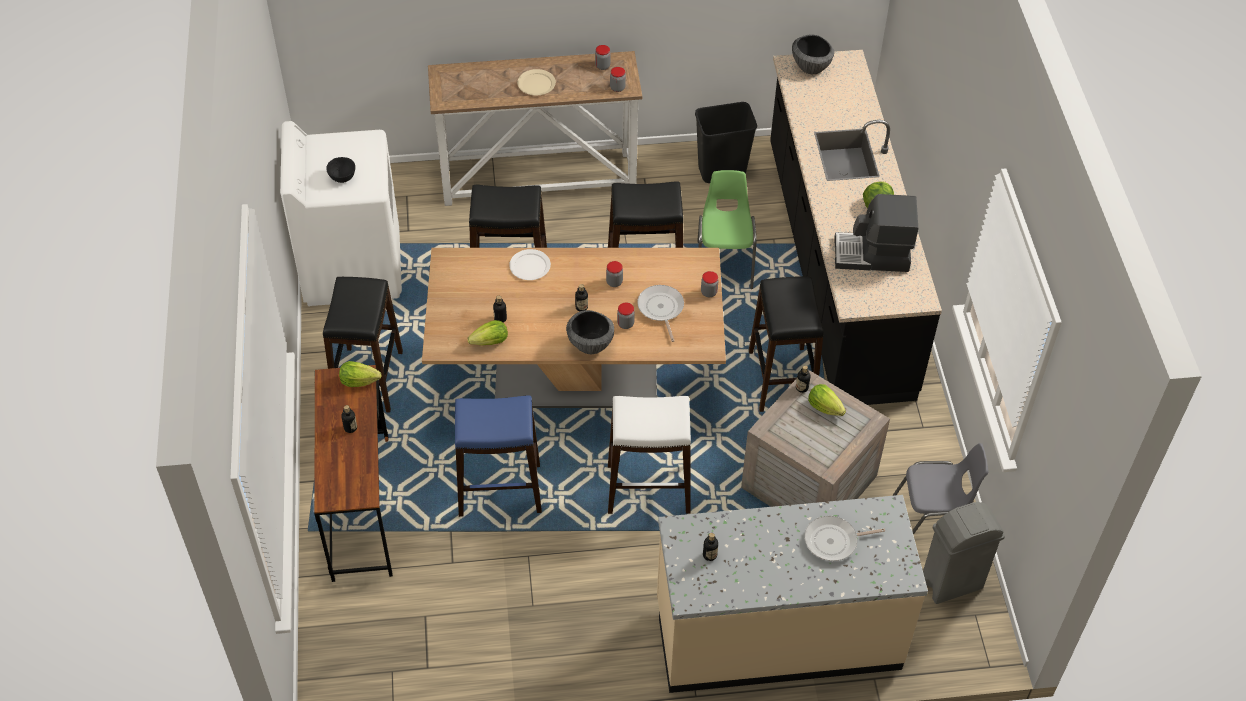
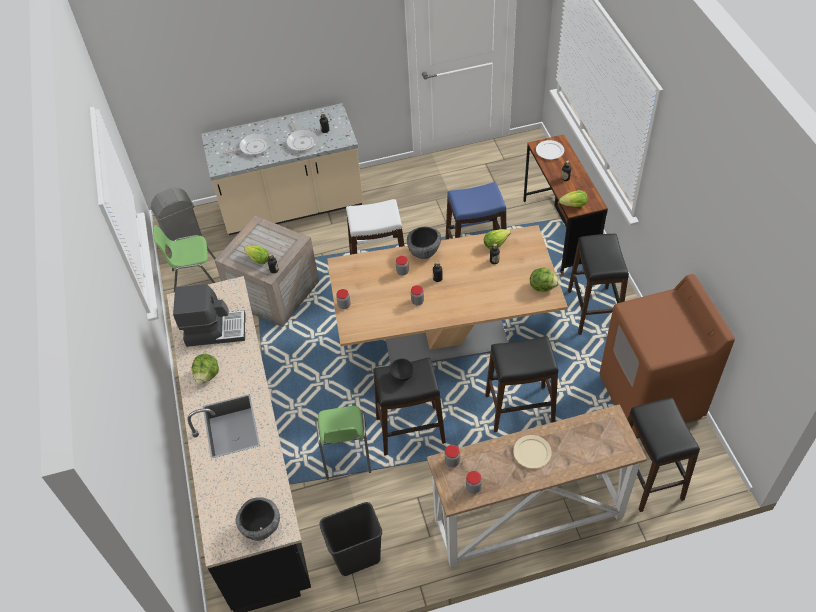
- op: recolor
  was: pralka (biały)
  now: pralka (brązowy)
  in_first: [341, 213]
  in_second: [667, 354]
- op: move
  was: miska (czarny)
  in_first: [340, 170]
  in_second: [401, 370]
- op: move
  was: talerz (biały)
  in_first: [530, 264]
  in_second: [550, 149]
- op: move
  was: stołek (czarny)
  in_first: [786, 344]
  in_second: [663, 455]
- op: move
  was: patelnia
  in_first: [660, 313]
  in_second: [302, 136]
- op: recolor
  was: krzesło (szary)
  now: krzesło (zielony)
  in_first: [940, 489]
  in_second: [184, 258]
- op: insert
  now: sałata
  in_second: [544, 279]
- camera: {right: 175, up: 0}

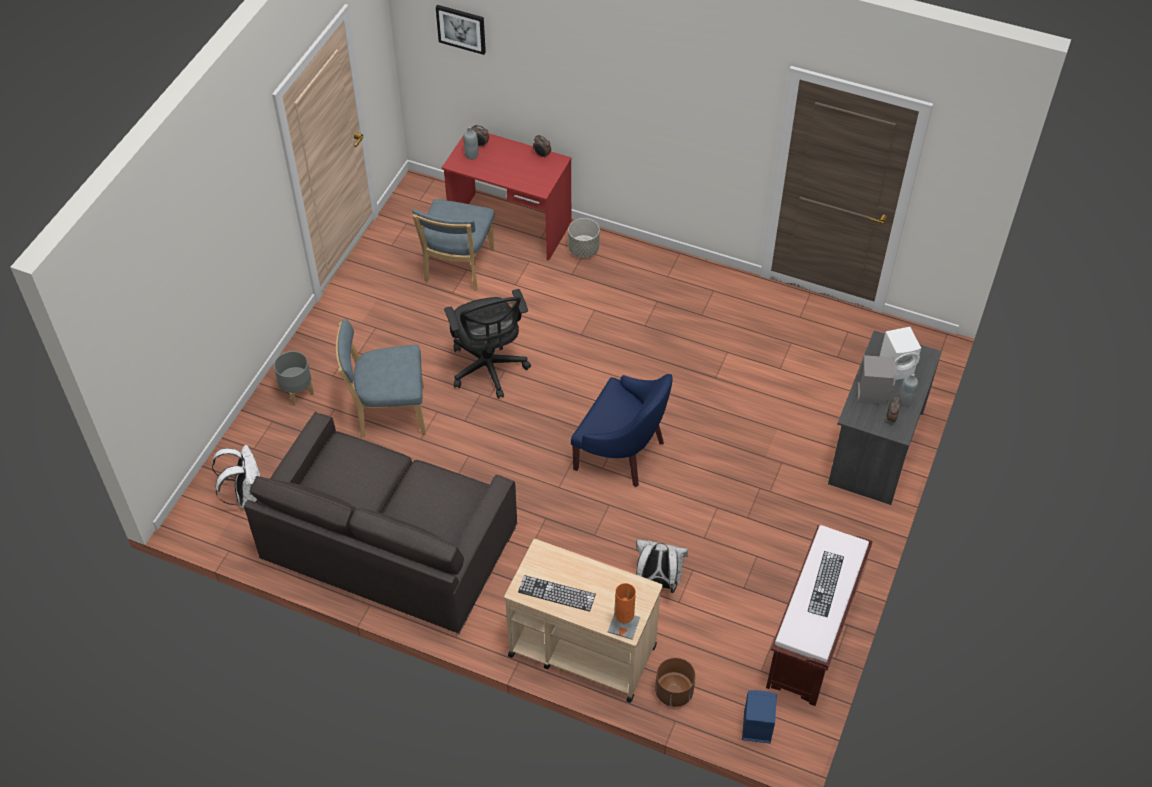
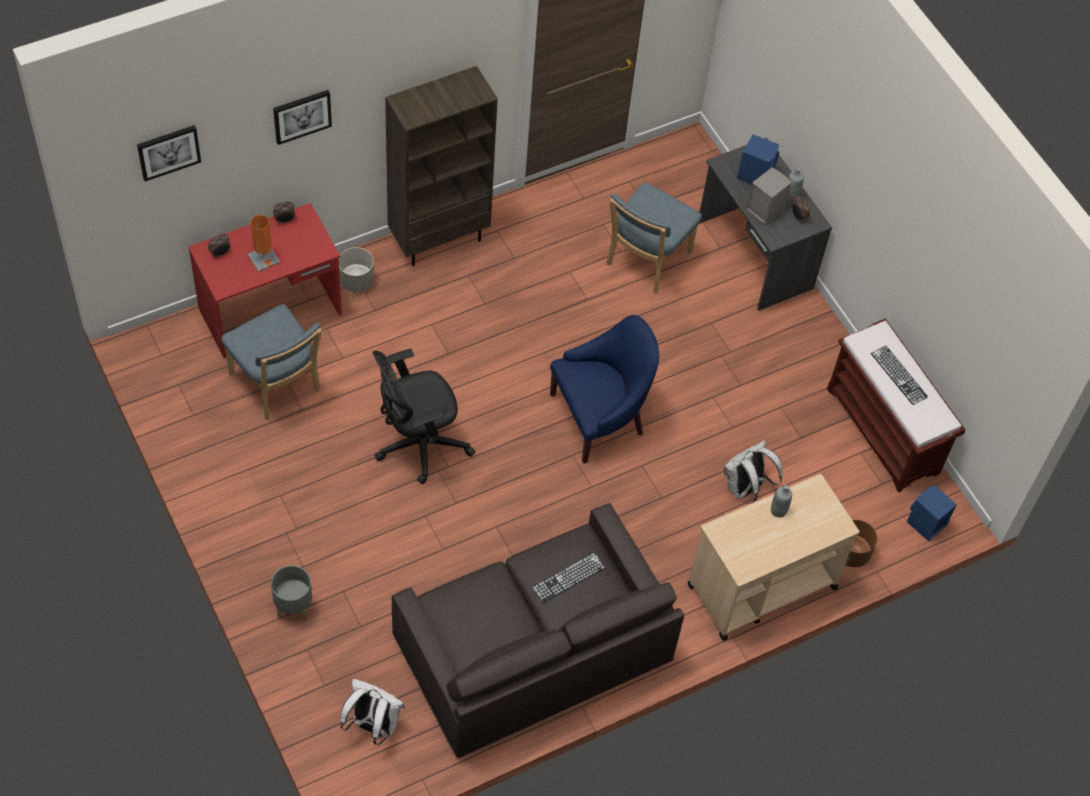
- op: move
  was: butelka (szary)
  in_first: [471, 143]
  in_second: [781, 501]
- op: rotate
  was: krzesło biurowe (czarny)
  in_first: [487, 344]
  in_second: [424, 416]
  clockwise: 135
- op: move
  was: krzesło (niebieski)
  in_first: [381, 378]
  in_second: [654, 237]
- op: recolor
  was: głośnik (biały)
  now: głośnik (niebieski)
  in_first: [900, 353]
  in_second: [758, 159]
- op: move
  was: klawiatura
  in_first: [557, 593]
  in_second: [569, 577]
- op: move
  was: lampa stołowa (pomarańczowy)
  in_first: [624, 611]
  in_second: [264, 243]
- op: insert
  now: regał (brązowy)
  in_second: [441, 166]
- op: insert
  now: obraz
  in_second: [302, 117]
- camera: {right: -55, up: 5}

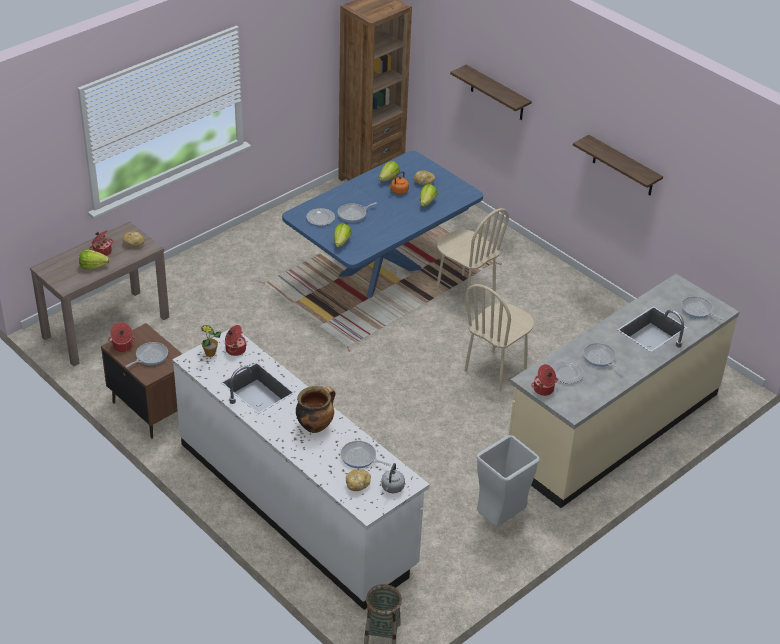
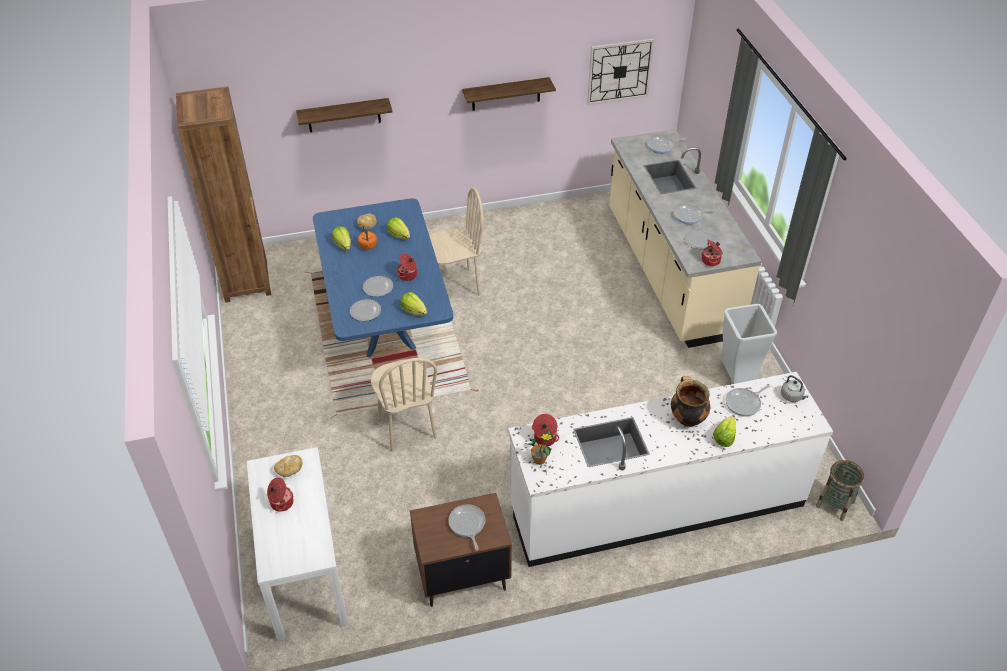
- op: replace
  was: patelnia
  now: talerz
  in_first: [357, 212]
  in_second: [378, 286]
- op: recolor
  was: stolik konsolowy (brązowy)
  now: stolik konsolowy (biały)
  in_first: [99, 294]
  in_second: [298, 544]
- op: move
  was: sałata
  in_first: [94, 259]
  in_second: [724, 431]
- op: move
  was: krzesło (beżowy)
  in_first: [499, 338]
  in_second: [404, 404]
- op: move
  was: garnek
  in_first: [122, 337]
  in_second: [407, 267]
- op: delete
  was: chleb
  in_first: [358, 480]
- op: insert
  now: zegar ścienny
  in_second: [620, 71]
- camera: {right: -60, up: 5}

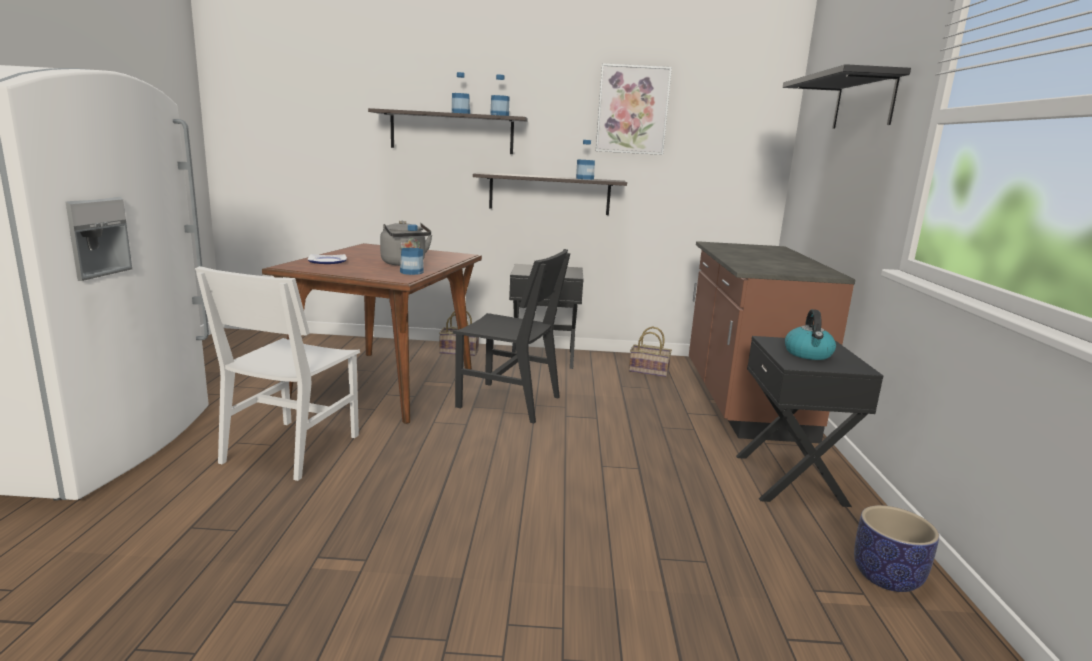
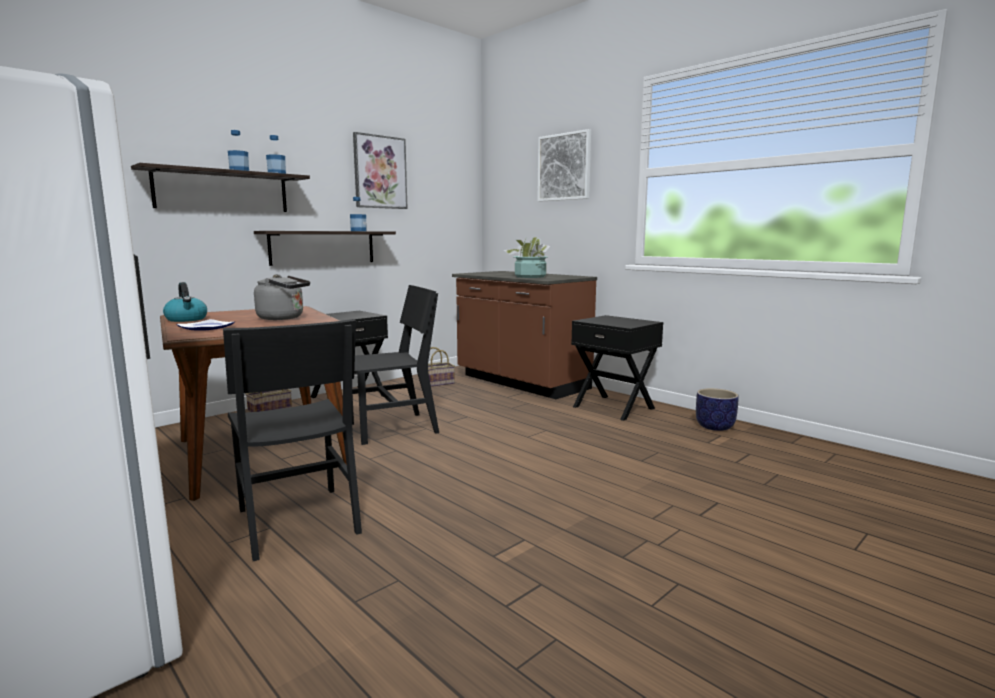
- op: replace
  was: półka (czarny)
  now: obraz
  in_first: [847, 96]
  in_second: [564, 165]
- op: delete
  was: butelka
  in_first: [411, 249]
- op: recolor
  was: krzesło (biały)
  now: krzesło (czarny)
  in_first: [277, 373]
  in_second: [292, 440]
- op: move
  was: czajnik
  in_first: [810, 334]
  in_second: [185, 302]
- op: insert
  now: roślina doniczkowa
  in_second: [527, 257]
- camera: {right: -45, up: -5}

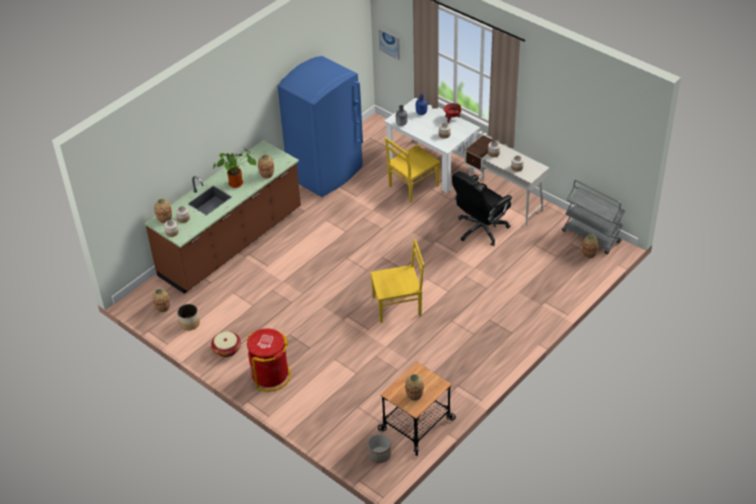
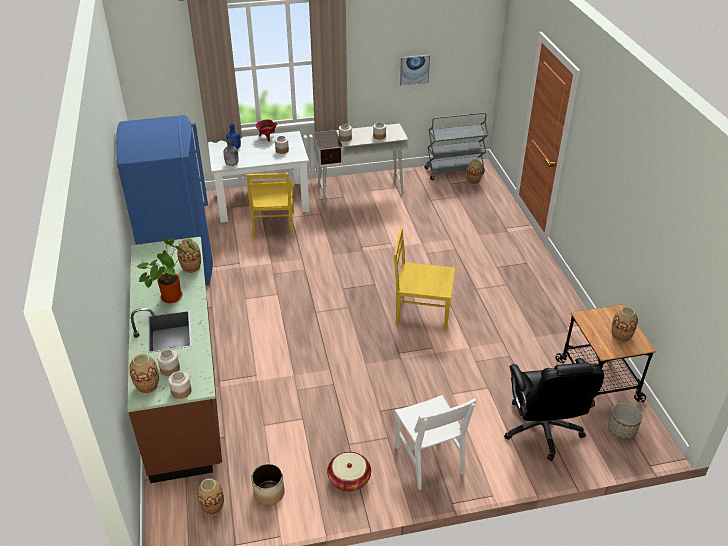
- op: move
  was: obraz
  in_first: [389, 44]
  in_second: [415, 70]
- op: move
  was: krzesło biurowe (czarny)
  in_first: [482, 208]
  in_second: [554, 409]
- op: rotate
  was: krzesło (żółty)
  in_first: [397, 281]
  in_second: [424, 278]
  clockwise: -105
- op: replace
  was: kosz na śmieci (czerwony)
  now: krzesło (biały)
  in_first: [269, 359]
  in_second: [435, 442]
- camera: {right: -55, up: -5}

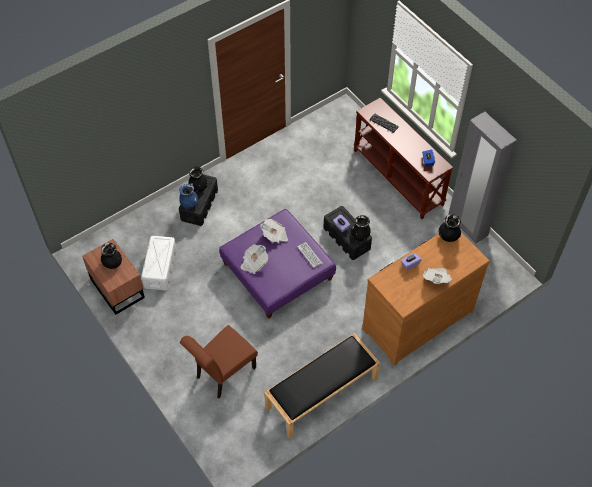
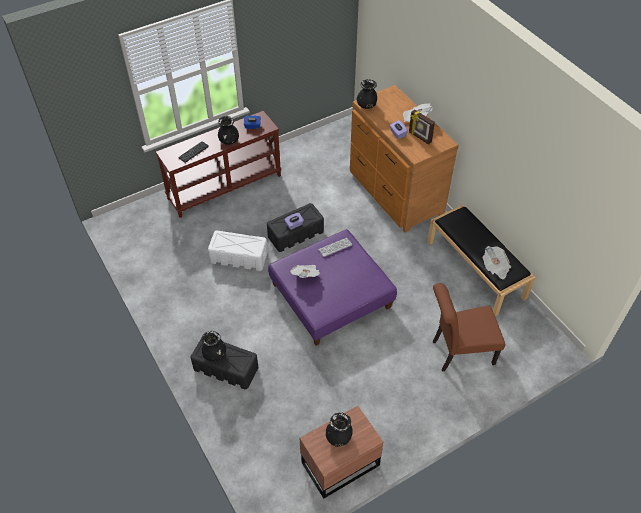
- op: delete
  was: szafa (szary)
  in_first: [483, 177]
- op: delete
  was: wazon (niebieski)
  in_first: [189, 196]
- op: move
  was: wazon (czarny)
  in_first: [360, 228]
  in_second: [228, 130]
- op: move
  was: pojemnik do przechowywania (biały)
  in_first: [159, 263]
  in_second: [238, 251]
- op: move
  was: gazeta
  in_first: [254, 259]
  in_second: [497, 262]
- op: rotate
  was: krzesło (brązowy)
  in_first: [219, 362]
  in_second: [469, 327]
  clockwise: 120
- op: insert
  now: ramka na zdjęcie
  in_second: [422, 127]
- camera: {right: -85, up: -5}

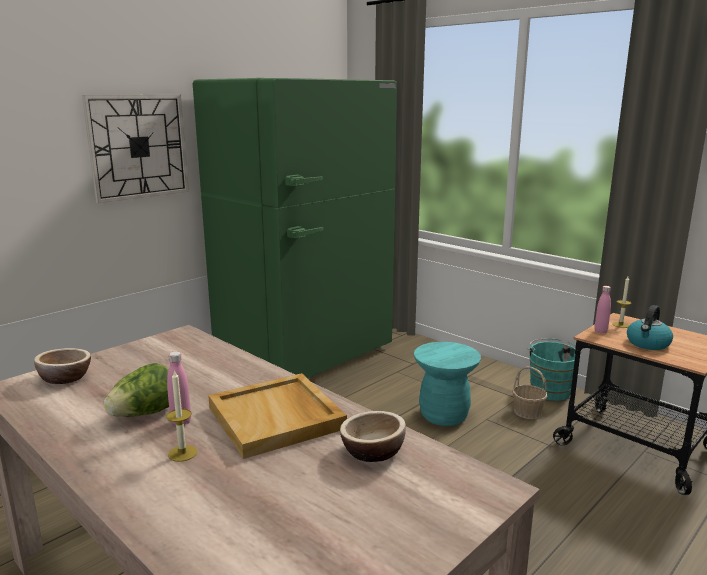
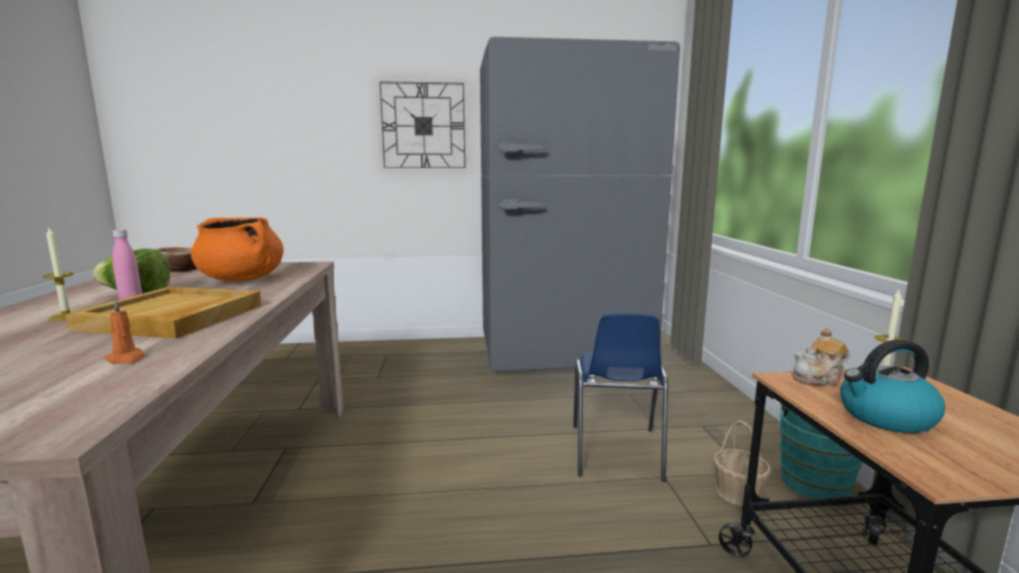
- op: recolor
  was: lodówka (zielony)
  now: lodówka (szary)
  in_first: [295, 228]
  in_second: [580, 204]
- op: replace
  was: butelka (różowy)
  now: imbryk
  in_first: [602, 310]
  in_second: [821, 357]
- op: replace
  was: stołek (turkusowy)
  now: krzesło (niebieski)
  in_first: [447, 384]
  in_second: [620, 397]
- op: replace
  was: miska
  now: świeca (pomarańczowy)
  in_first: [373, 436]
  in_second: [124, 331]
- op: insert
  now: garnek (pomarańczowy)
  in_second: [237, 249]
- camera: {right: 40, up: -5}

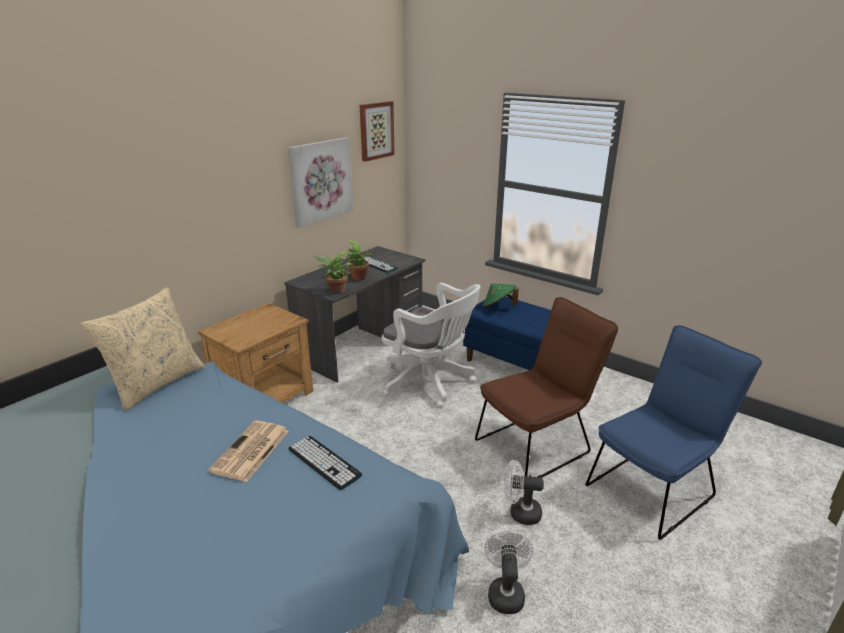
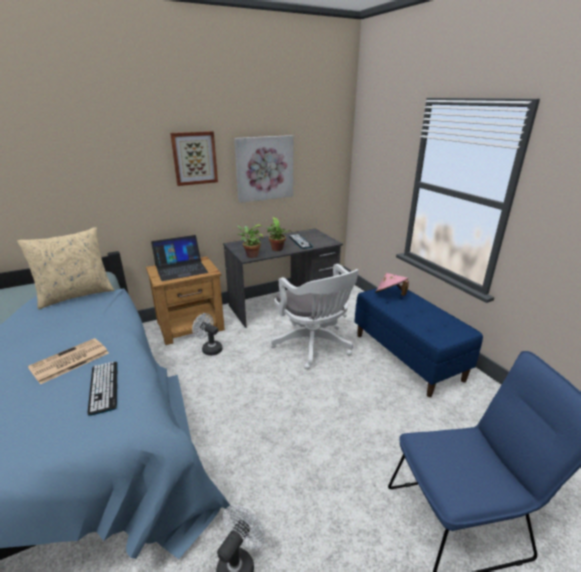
- op: move
  was: obraz
  in_first: [377, 131]
  in_second: [194, 158]
- op: recolor
  was: kapelusz (zielony)
  now: kapelusz (różowy)
  in_first: [501, 296]
  in_second: [392, 284]
- op: delete
  was: krzesło (brązowy)
  in_first: [546, 387]
- op: move
  was: wentylator (biały)
  in_first: [523, 492]
  in_second: [207, 334]
- op: insert
  now: laptop
  in_second: [179, 258]
- camera: {right: 25, up: 0}

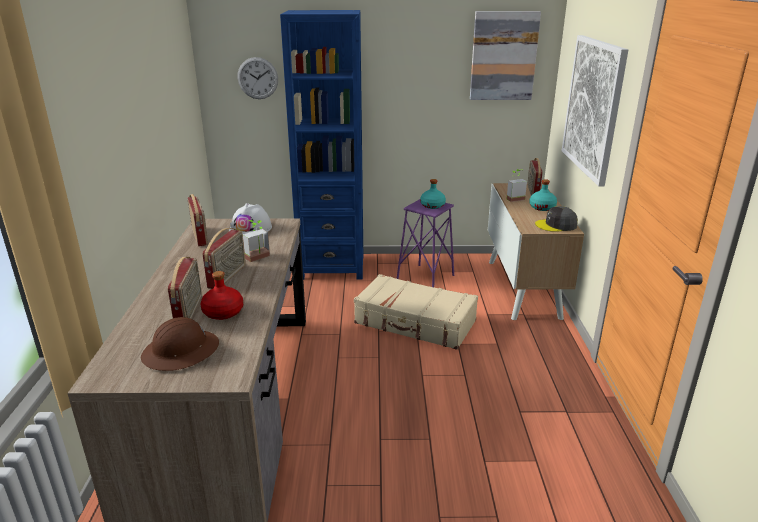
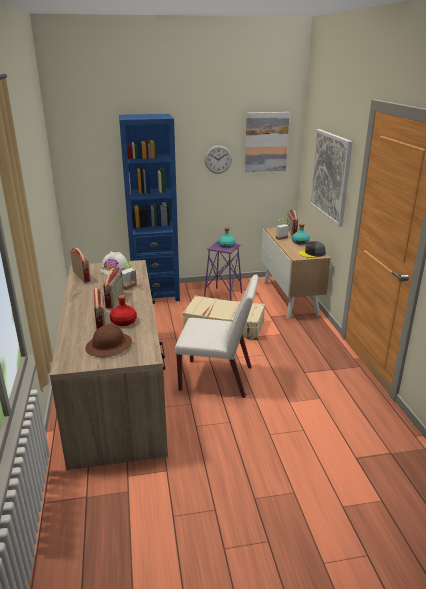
- op: move
  was: zegar ścienny
  in_first: [257, 78]
  in_second: [218, 159]
- op: insert
  now: krzesło (biały)
  in_second: [217, 336]
- camera: {right: -10, up: 0}

